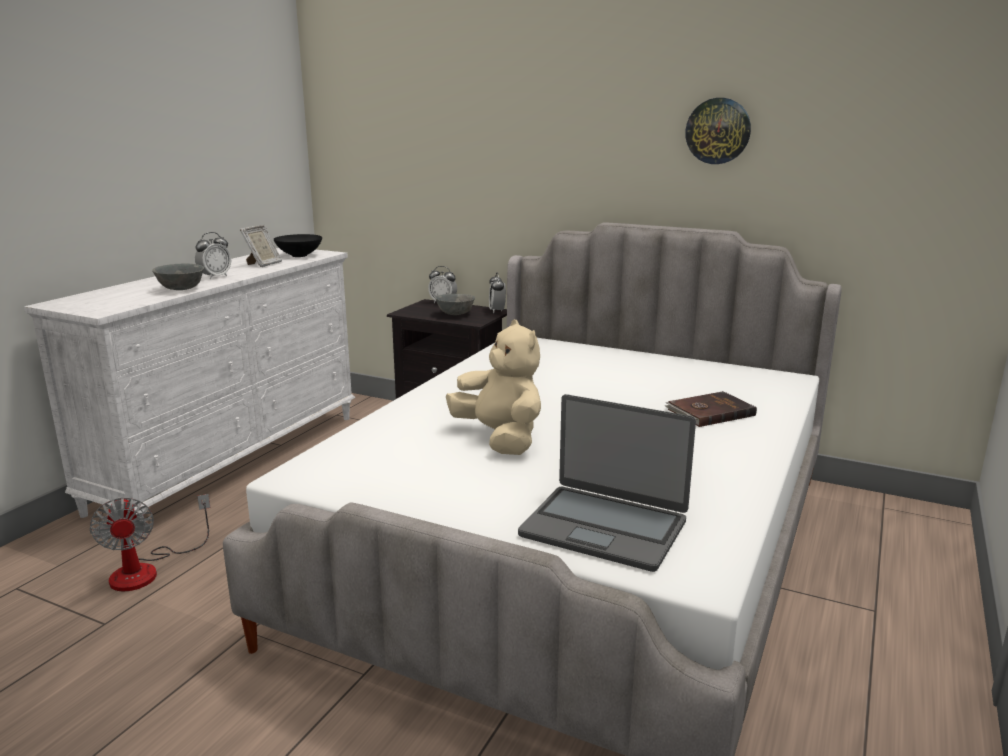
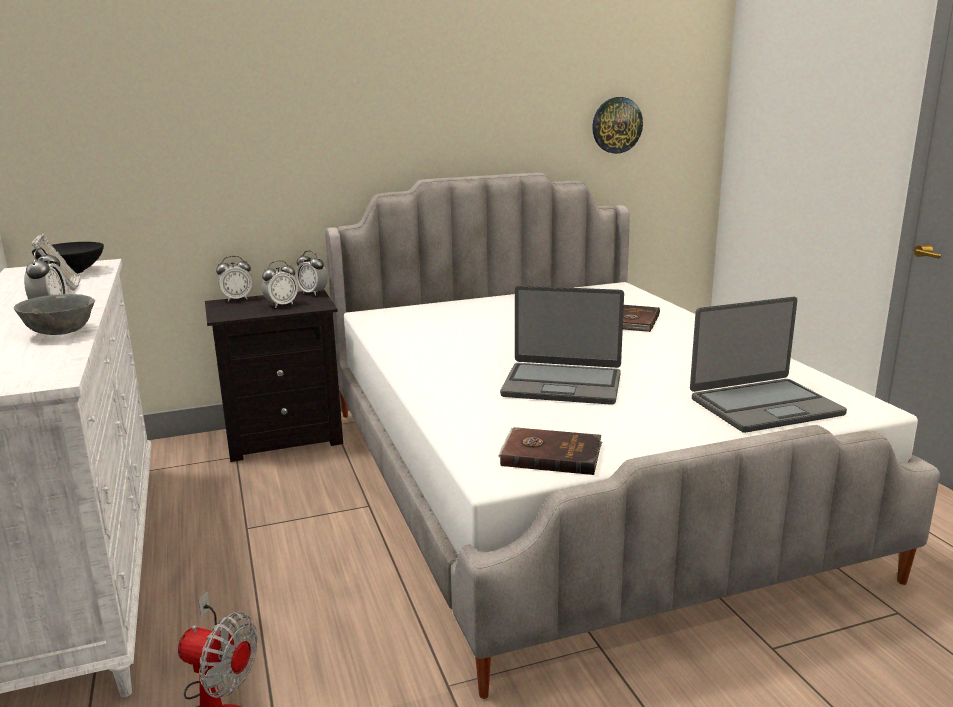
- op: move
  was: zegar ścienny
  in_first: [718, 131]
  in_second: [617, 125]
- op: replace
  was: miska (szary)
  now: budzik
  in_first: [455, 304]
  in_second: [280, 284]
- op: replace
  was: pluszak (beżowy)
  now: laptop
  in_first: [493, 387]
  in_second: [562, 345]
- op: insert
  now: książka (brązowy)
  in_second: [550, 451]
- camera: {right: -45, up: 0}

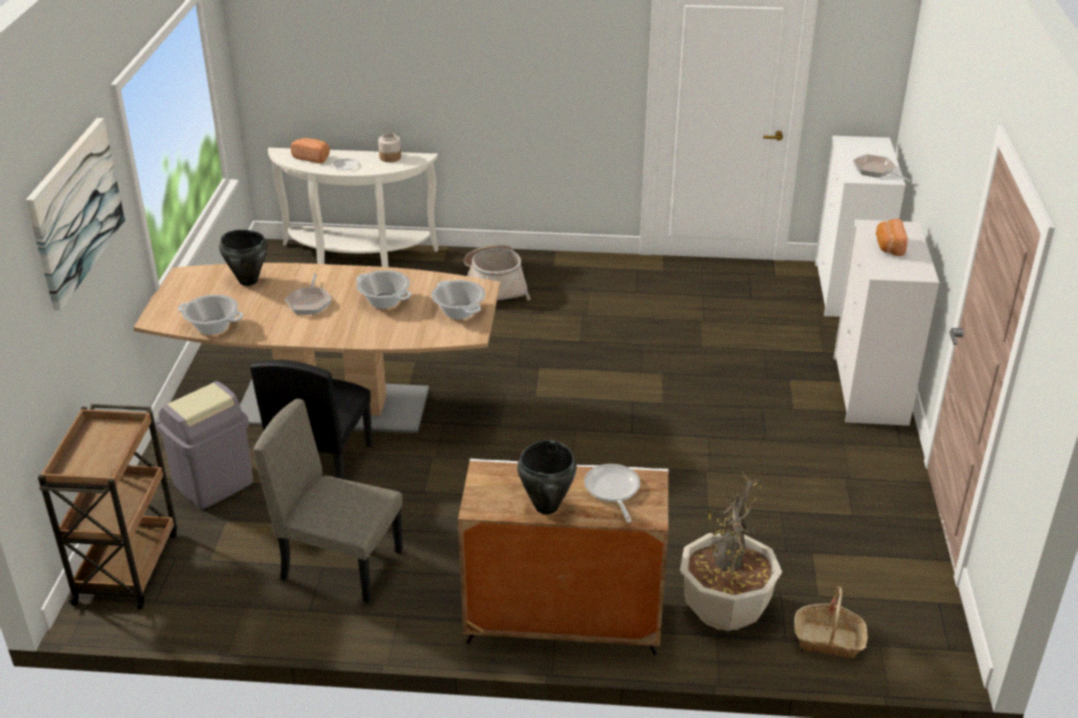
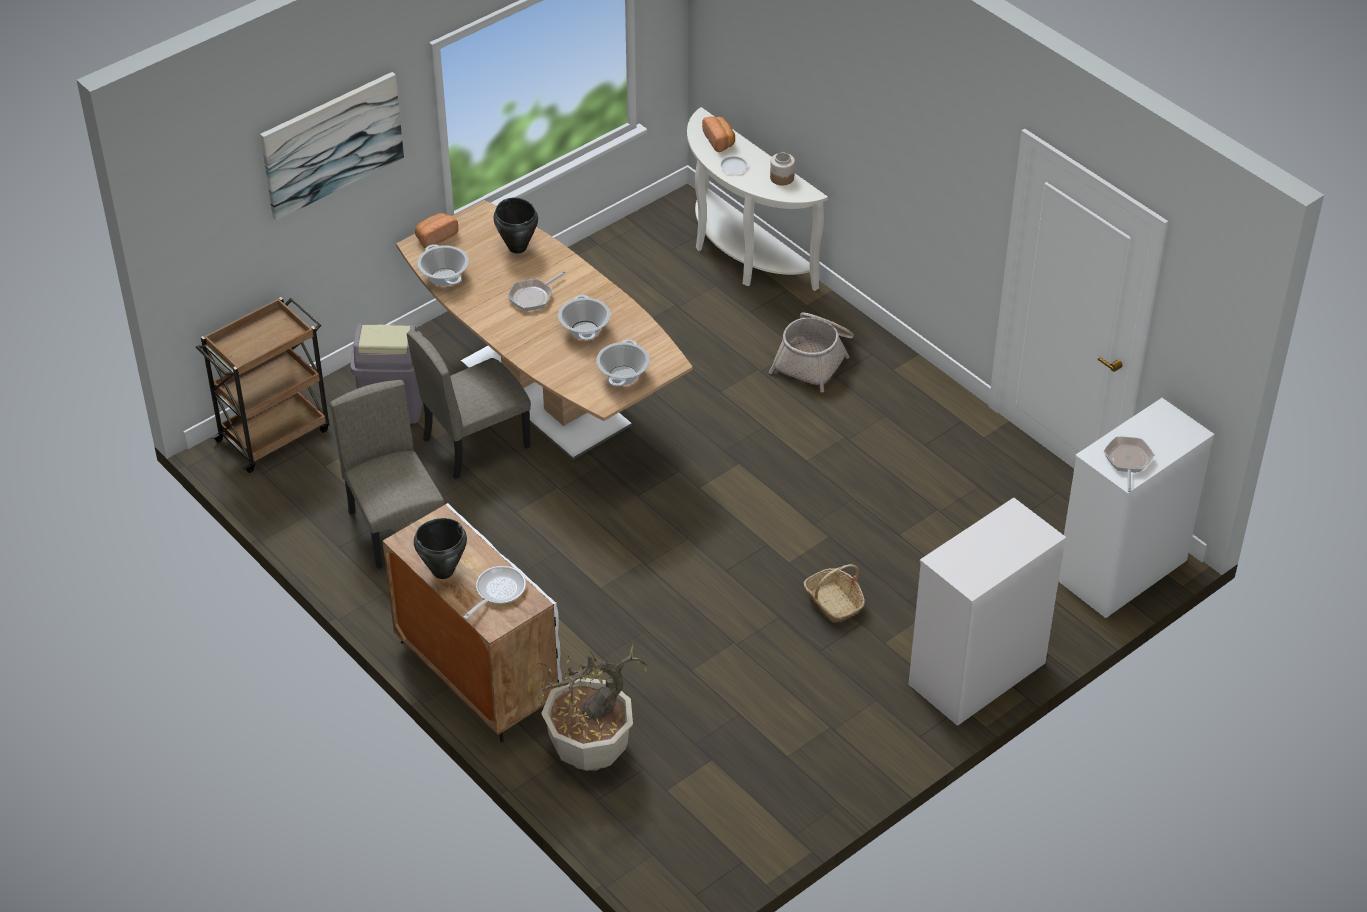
- op: move
  was: chleb
  in_first: [892, 237]
  in_second: [436, 230]
- op: recolor
  was: krzesło (czarny)
  now: krzesło (beżowy)
  in_first: [311, 419]
  in_second: [469, 404]
- op: move
  was: koszyk
  in_first: [831, 622]
  in_second: [834, 593]
- camera: {right: 45, up: 10}

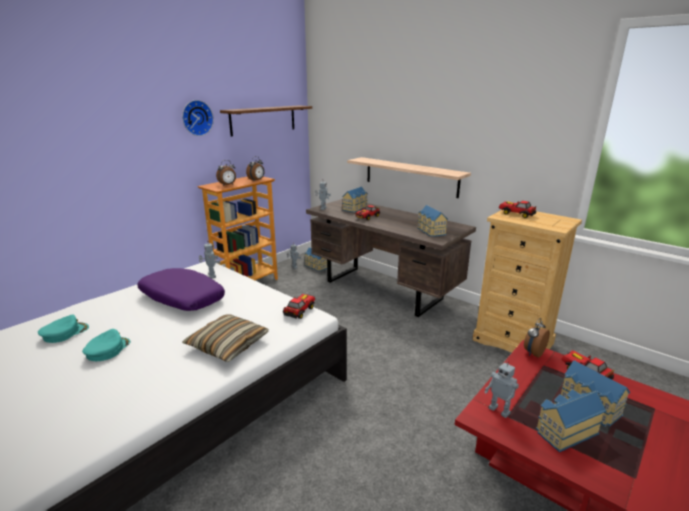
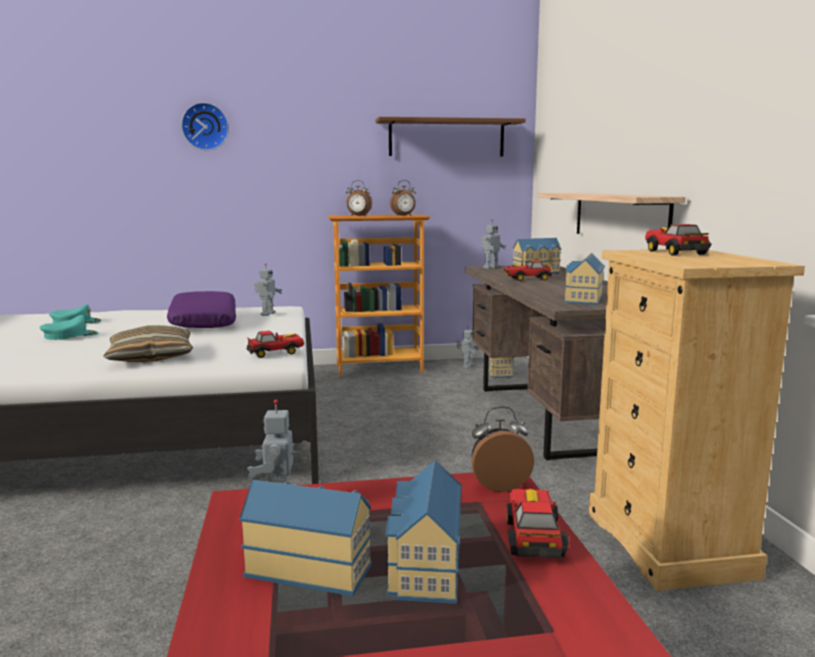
- op: move
  was: zegar ścienny
  in_first: [198, 118]
  in_second: [205, 126]
- camera: {right: 40, up: -10}

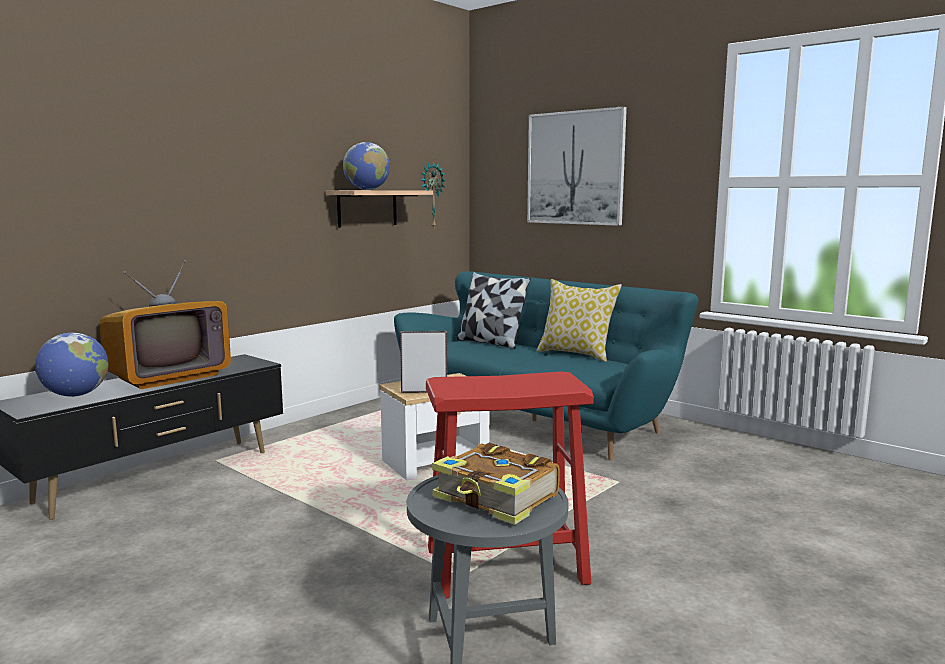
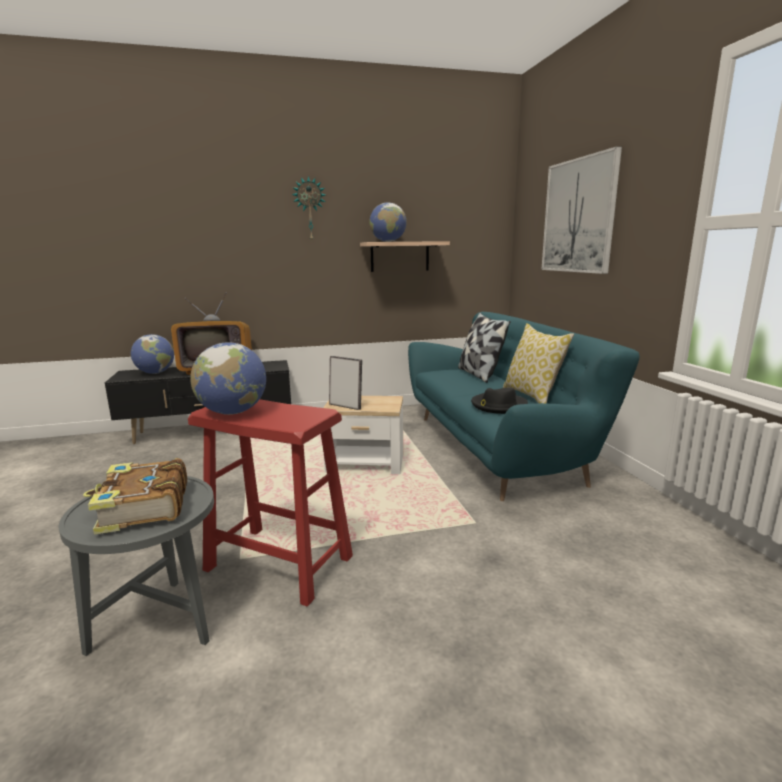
- op: move
  was: zegar ścienny
  in_first: [433, 194]
  in_second: [308, 208]
- op: insert
  now: globus
  in_second: [228, 378]
- op: insert
  now: kapelusz (czarny)
  in_second: [499, 401]
- camera: {right: 35, up: 5}

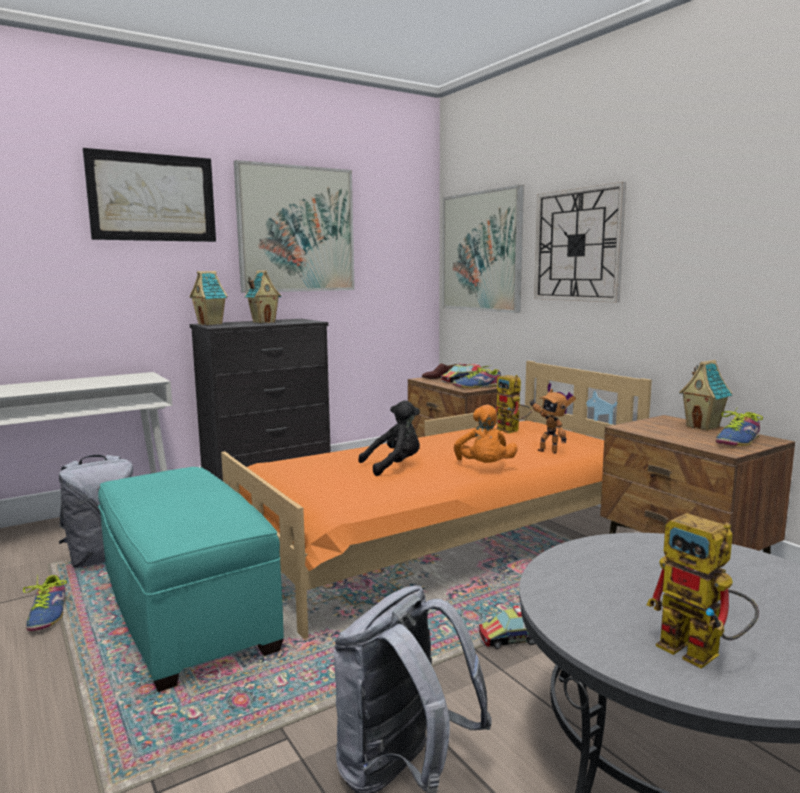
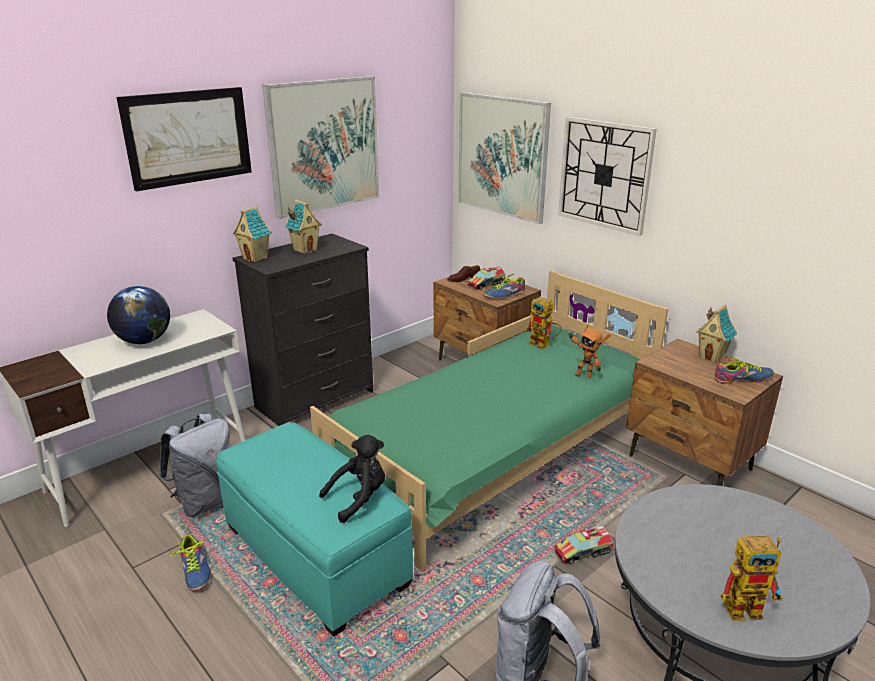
- op: recolor
  was: łóżko (pomarańczowy)
  now: łóżko (zielony)
  in_first: [436, 500]
  in_second: [489, 421]
- op: move
  was: pluszak (czarny)
  in_first: [389, 438]
  in_second: [352, 479]
- op: delete
  was: pluszak (pomarańczowy)
  in_first: [486, 433]
- op: rotate
  was: but
  in_first: [739, 426]
  in_second: [744, 370]
  clockwise: -135
- op: rotate
  was: robot zabawkowy
  in_first: [703, 591]
  in_second: [751, 578]
  clockwise: -45
- op: insert
  now: globus
  in_second: [138, 315]
- camera: {right: -10, up: 15}

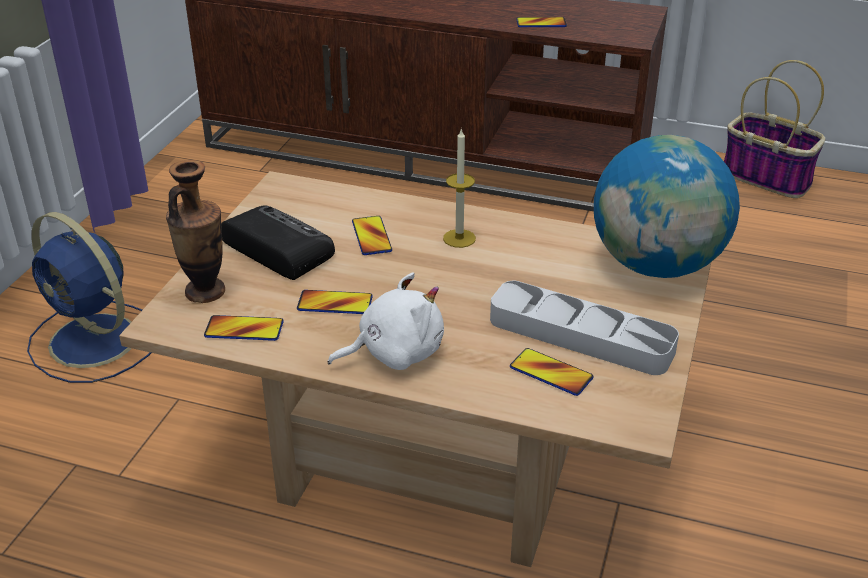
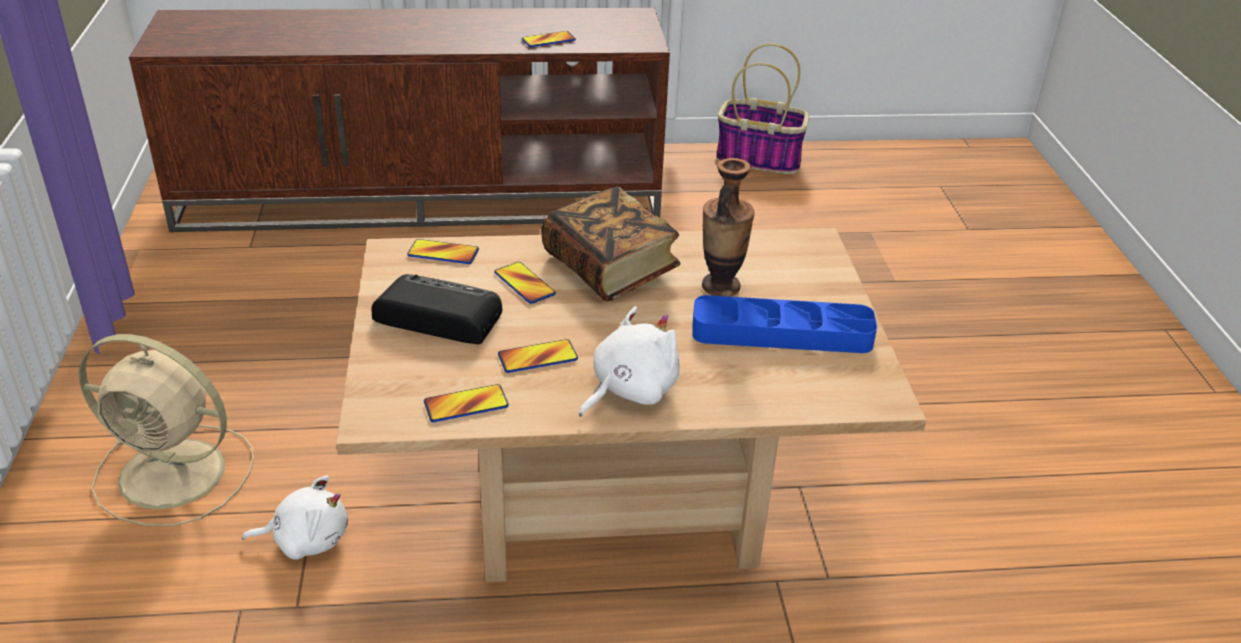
- op: replace
  was: świeca
  now: książka
  in_first: [459, 188]
  in_second: [610, 243]
- op: delete
  was: globus
  in_first: [667, 206]
- op: move
  was: wazon
  in_first: [195, 231]
  in_second: [728, 227]
- op: recolor
  was: wentylator (niebieski)
  now: wentylator (beżowy)
  in_first: [89, 297]
  in_second: [166, 430]
- op: recolor
  was: taca (szary)
  now: taca (niebieski)
  in_first: [584, 328]
  in_second: [784, 324]
- op: move
  was: telefon
  in_first: [552, 372]
  in_second: [443, 251]
- op: insert
  now: pluszak (biały)
  in_second: [295, 517]
- camera: {right: -25, up: 0}

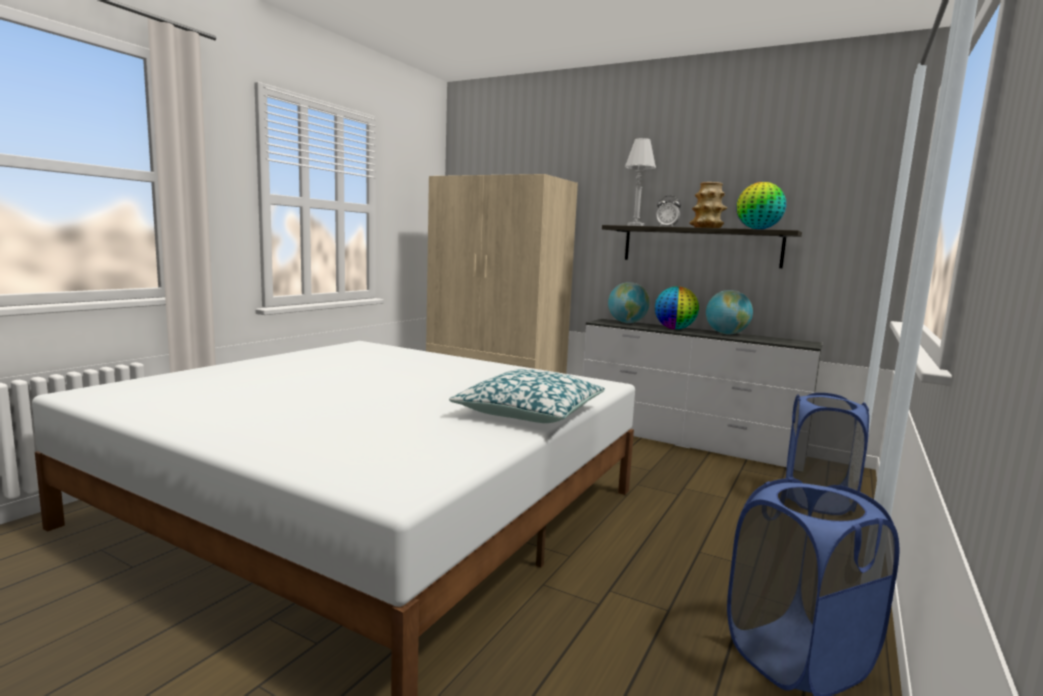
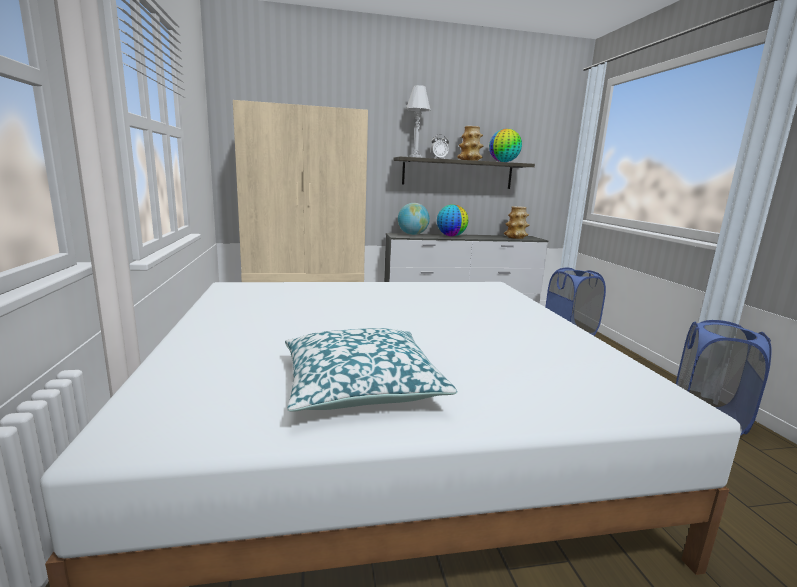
- op: delete
  was: globus
  in_first: [729, 312]
- op: move
  was: poduszka
  in_first: [527, 396]
  in_second: [371, 370]
- op: insert
  now: wazon
  in_second: [517, 222]
- camera: {right: -40, up: 5}

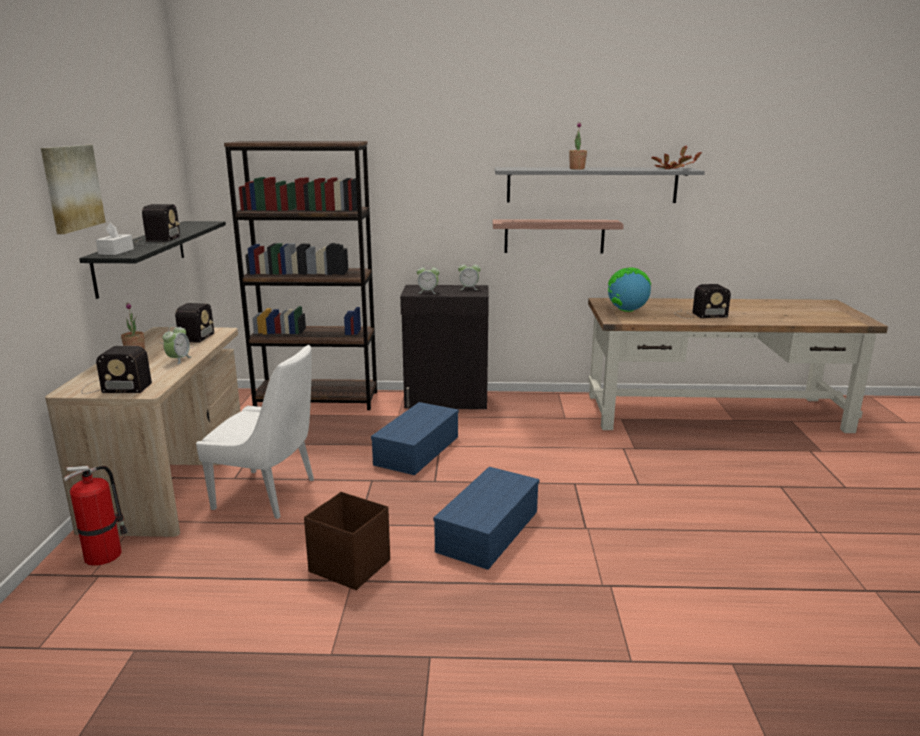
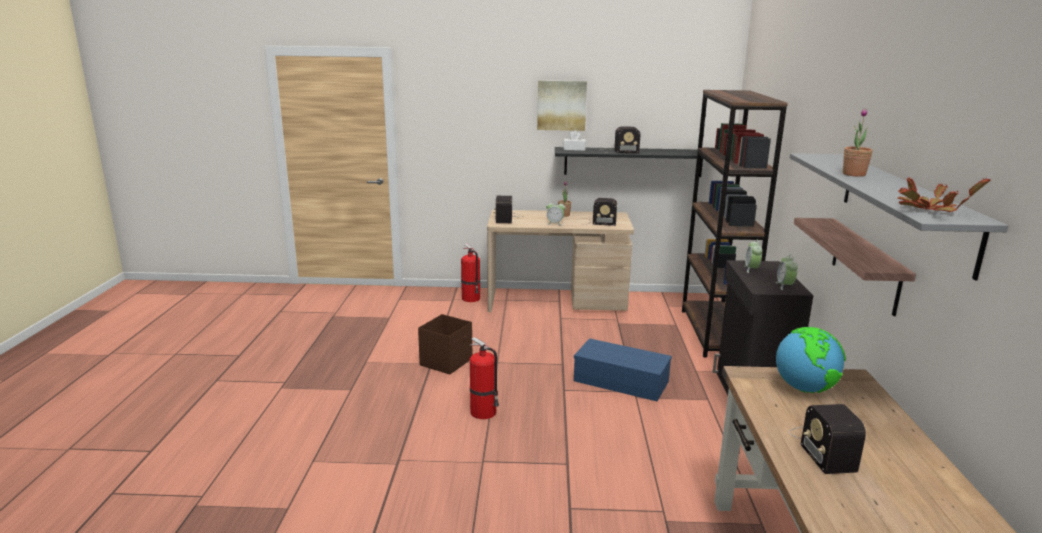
- op: delete
  was: krzesło (biały)
  in_first: [255, 432]
- op: replace
  was: pojemnik do przechowywania (niebieski)
  now: gaśnica
  in_first: [486, 518]
  in_second: [484, 378]
- camera: {right: 90, up: 0}

